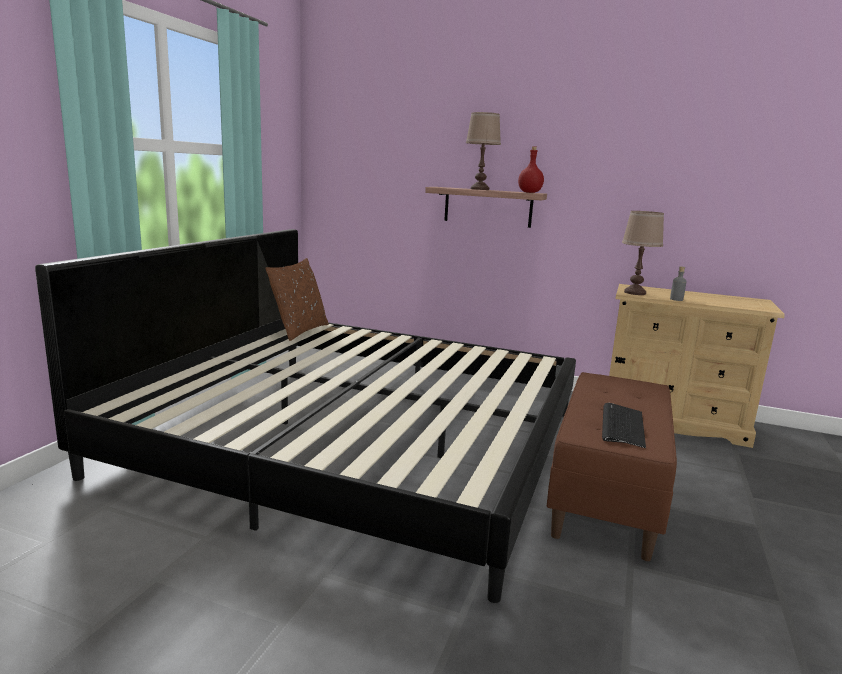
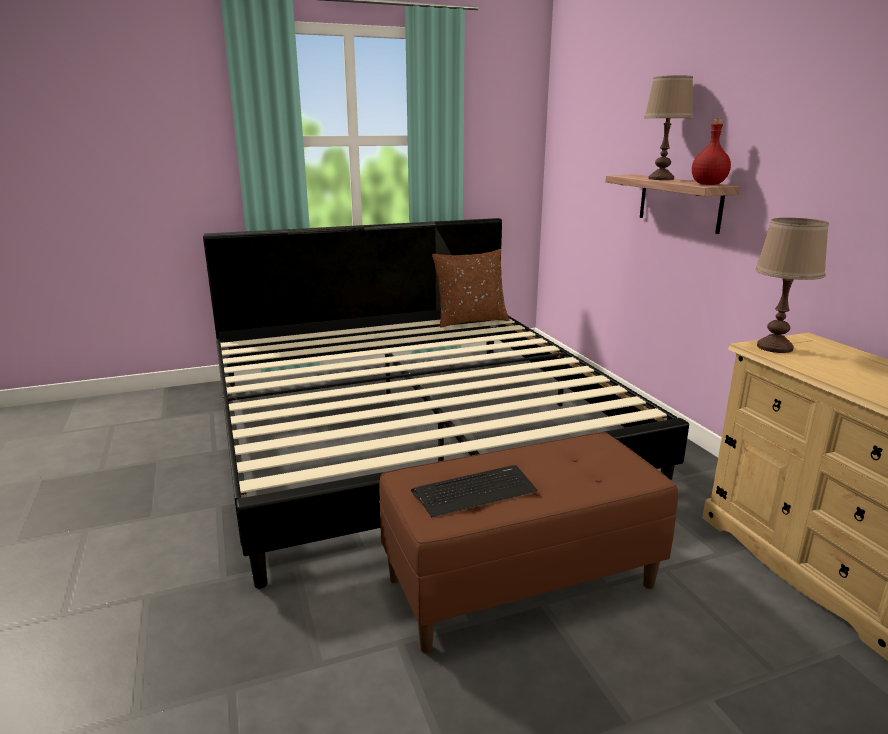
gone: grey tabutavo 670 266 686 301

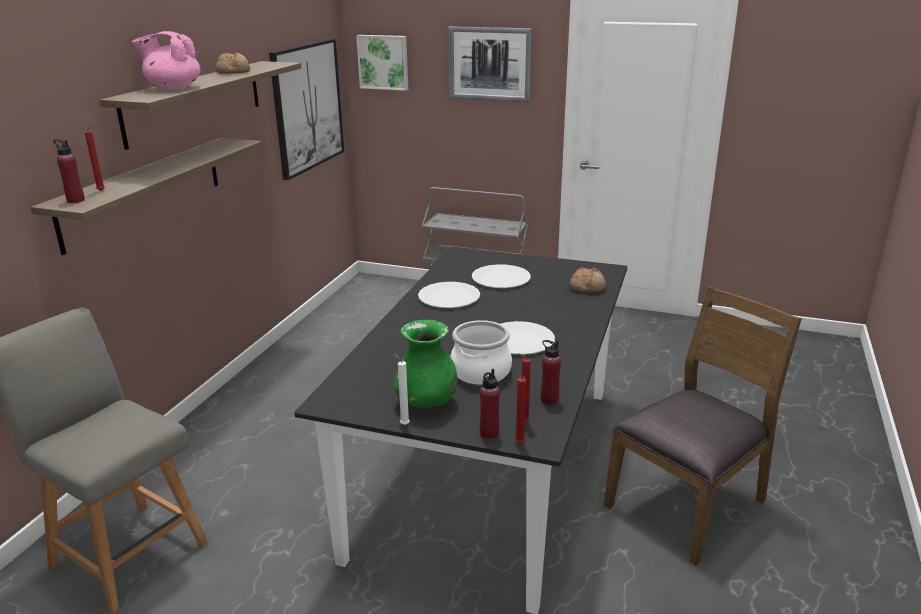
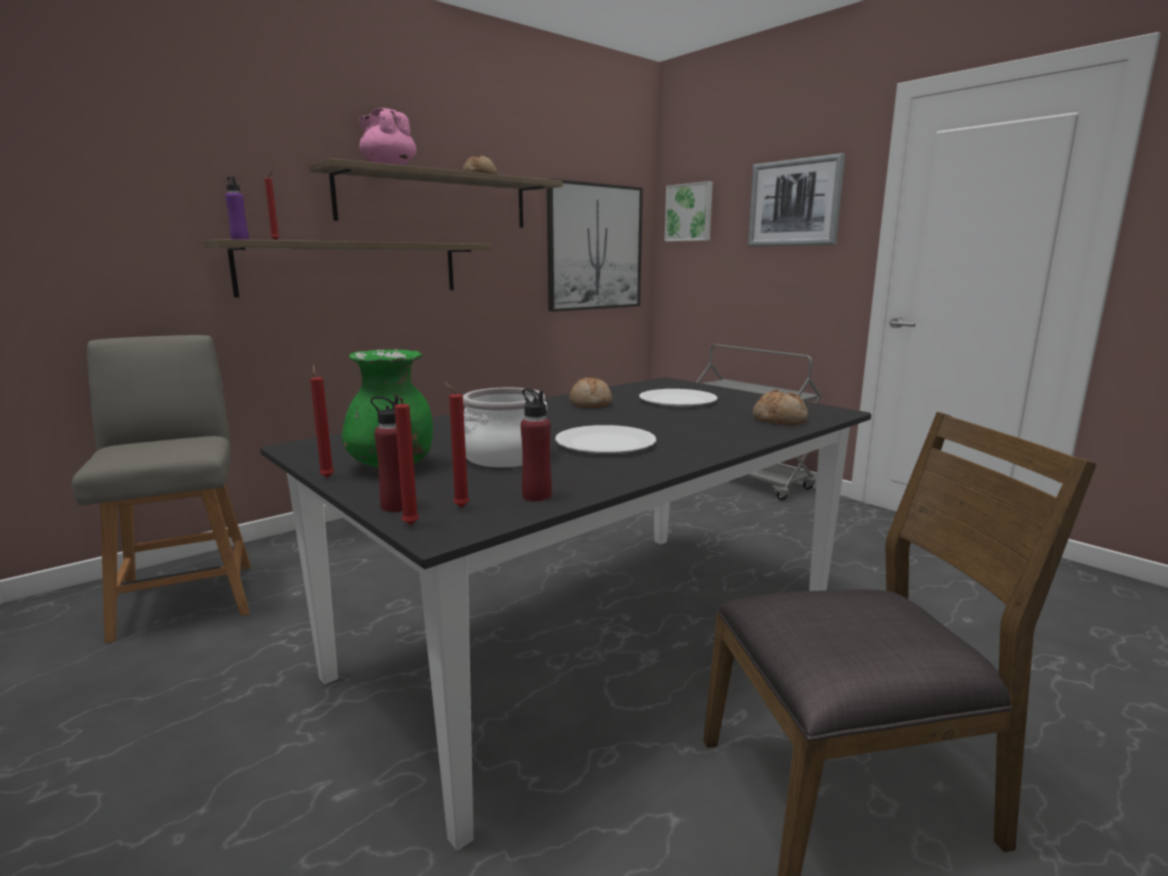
swapped: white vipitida 418 282 480 308 to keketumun 569 377 612 408
repainted: red tabutavo 54 139 85 203 to purple tabutavo 225 176 249 240; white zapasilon 394 354 410 425 to red zapasilon 310 365 334 478

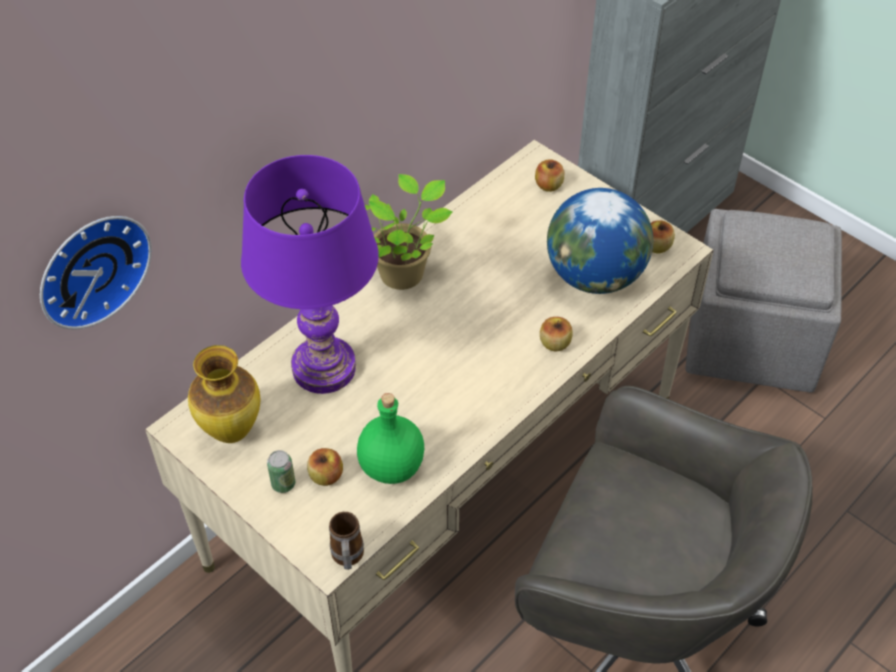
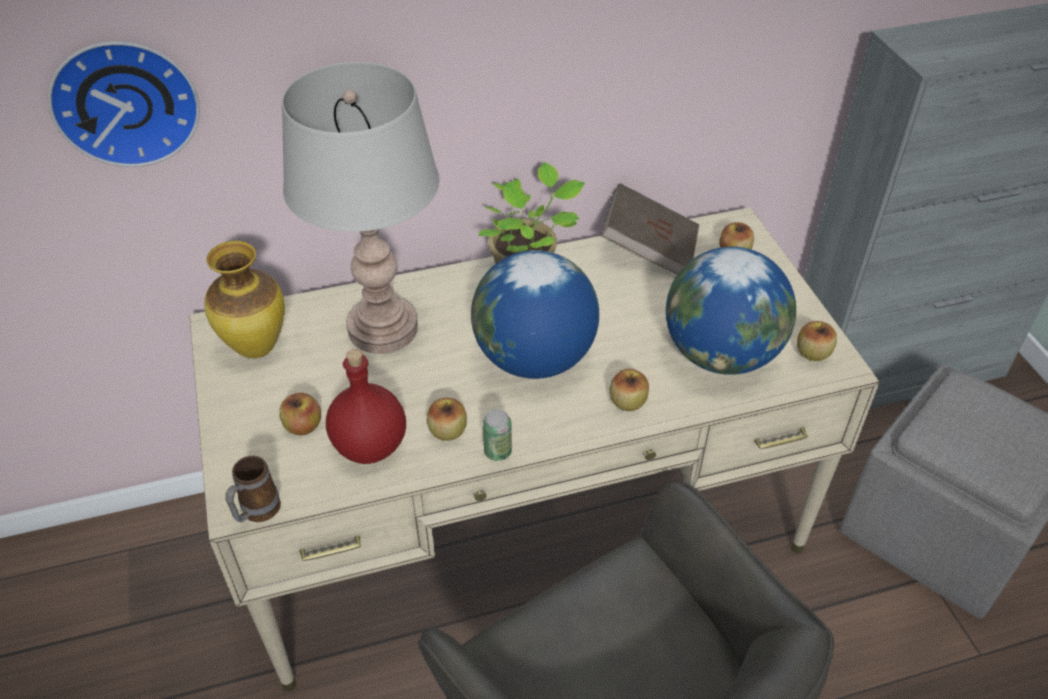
new: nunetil 427 398 467 441; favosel 471 250 599 379; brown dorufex 601 183 699 275
shifted: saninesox 267 450 295 493 to 483 409 512 461
repainted: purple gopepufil 241 155 379 394 to grey gopepufil 282 62 439 354; green tabutavo 357 393 424 484 to red tabutavo 326 349 406 464

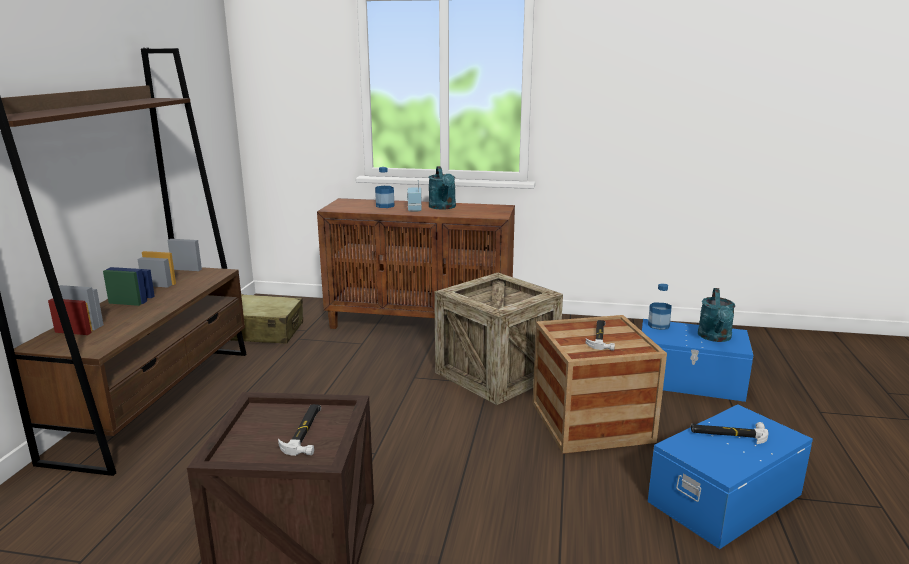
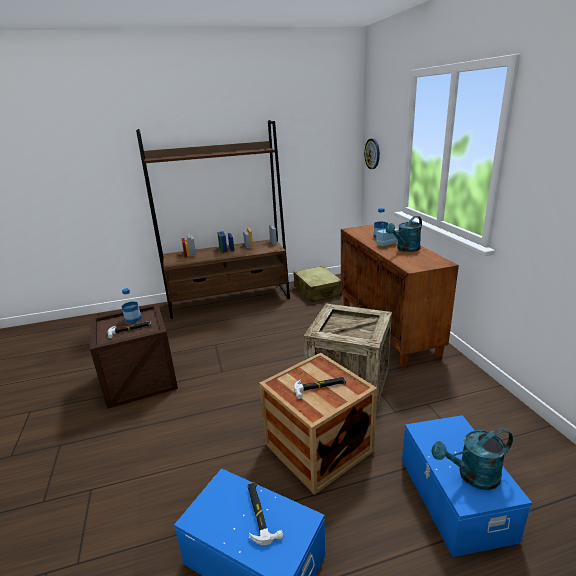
new: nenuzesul 364 138 380 169
shifted: tabutavo 648 283 672 330 to 122 288 142 323

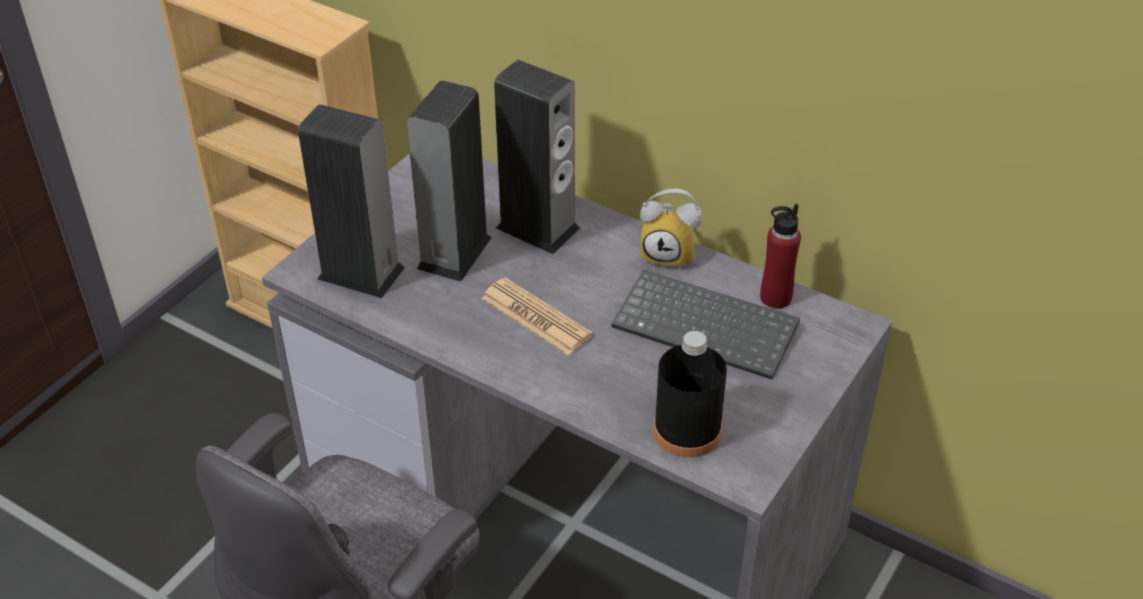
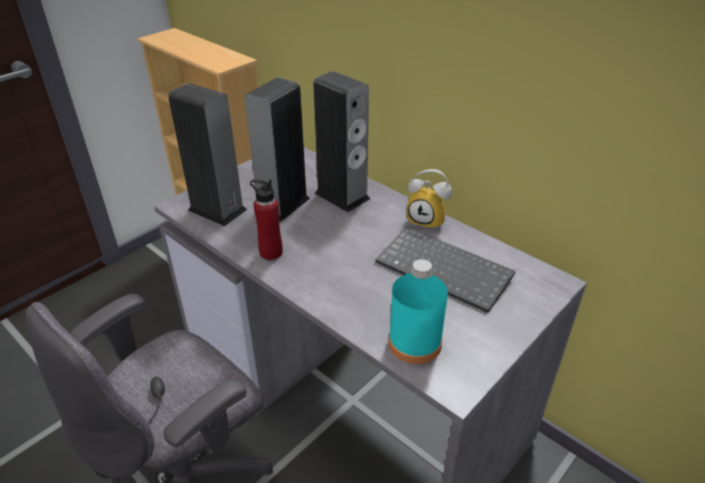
gone: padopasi 481 277 593 355
shifted: red tabutavo 760 204 801 309 to 250 179 283 260
repainted: black tabutavo 653 331 727 458 to turquoise tabutavo 388 259 448 364

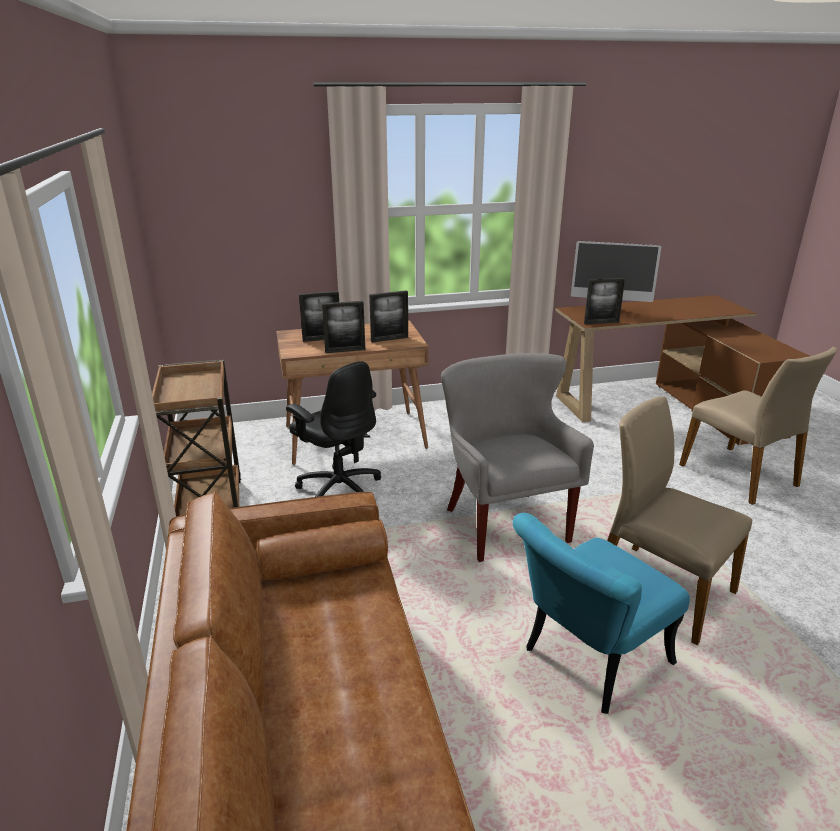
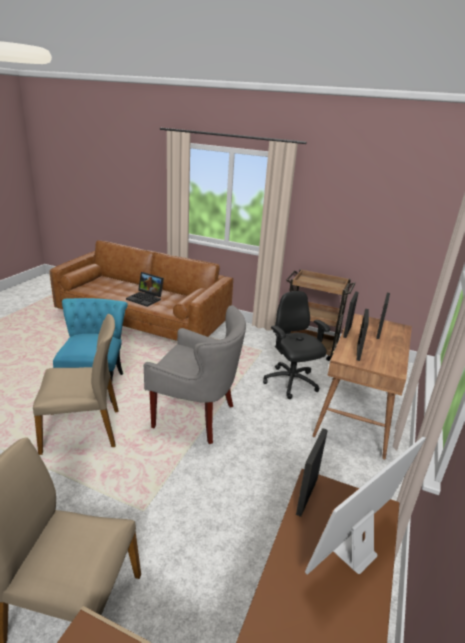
new: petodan 126 272 164 307
rotated: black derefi 286 361 381 497 = 263 291 330 399 75 degrees clockwise

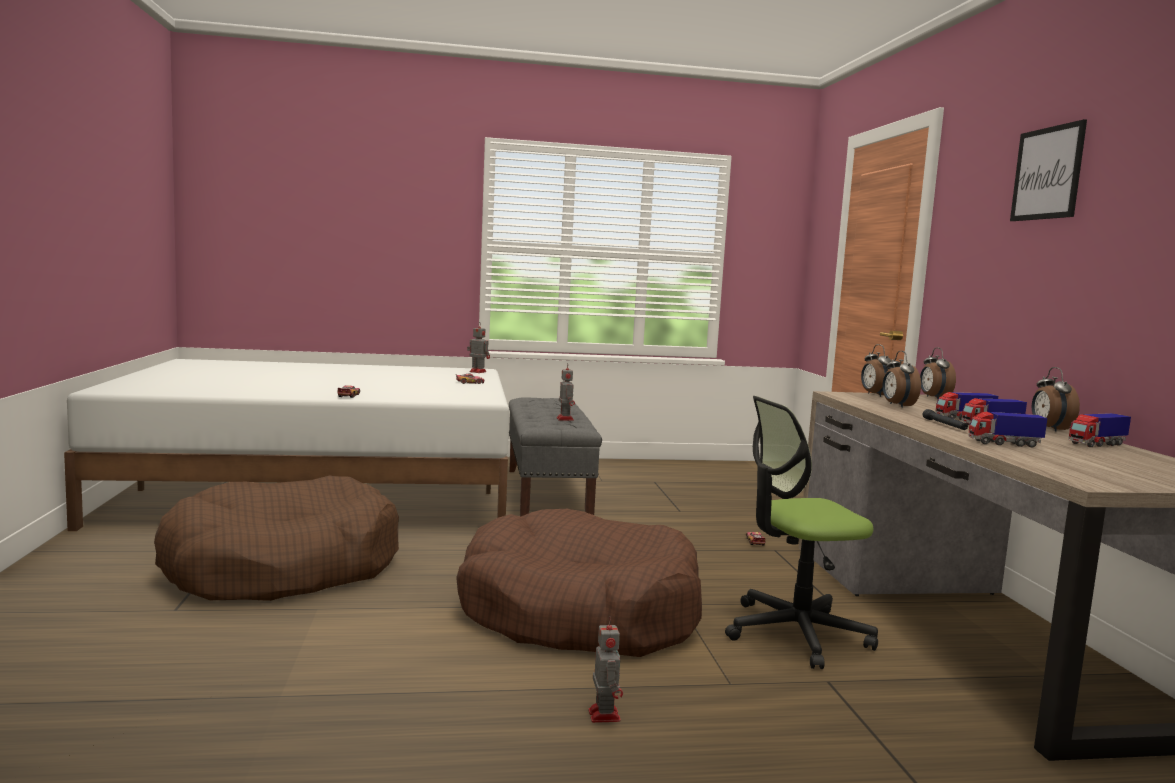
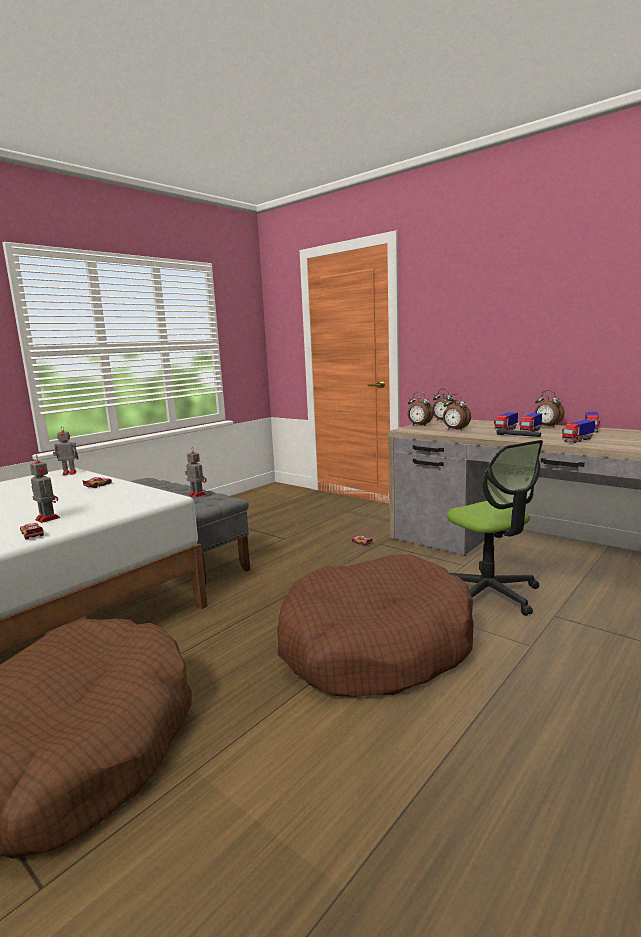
gone: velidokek 1010 119 1087 221
shifted: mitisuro 588 616 623 723 to 30 455 60 523
rotated: derefi 725 396 878 669 = 447 440 543 616 60 degrees counterclockwise

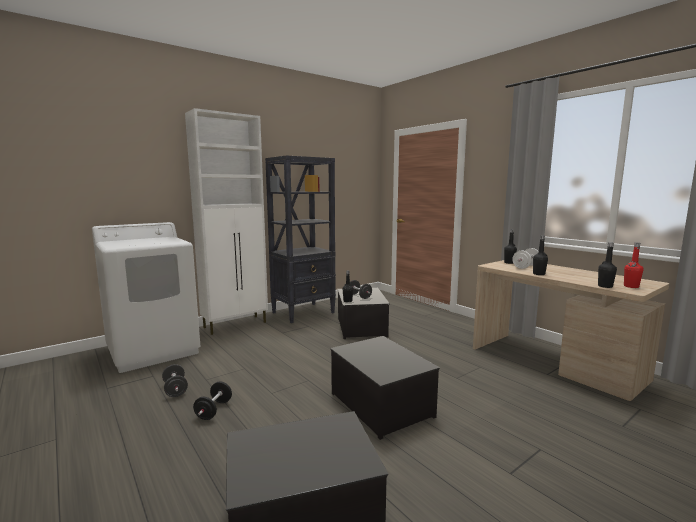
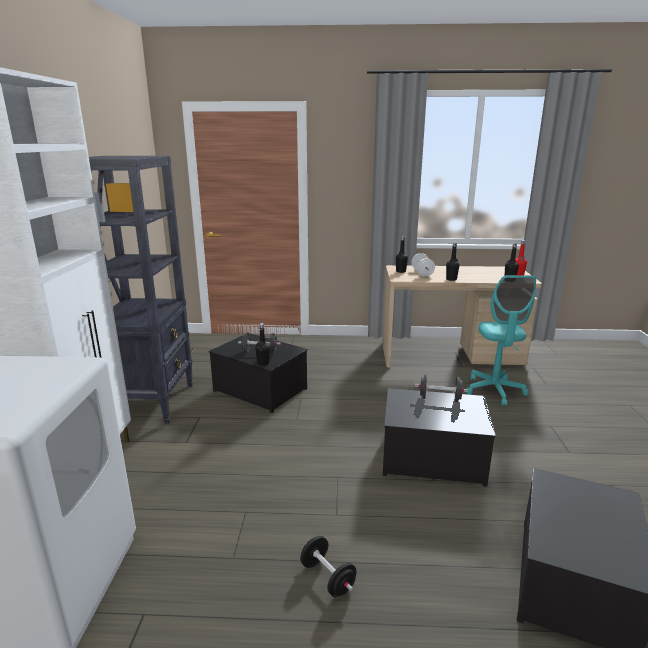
new: turquoise derefi 466 275 536 406
shifted: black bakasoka 162 364 188 397 to 415 374 468 402

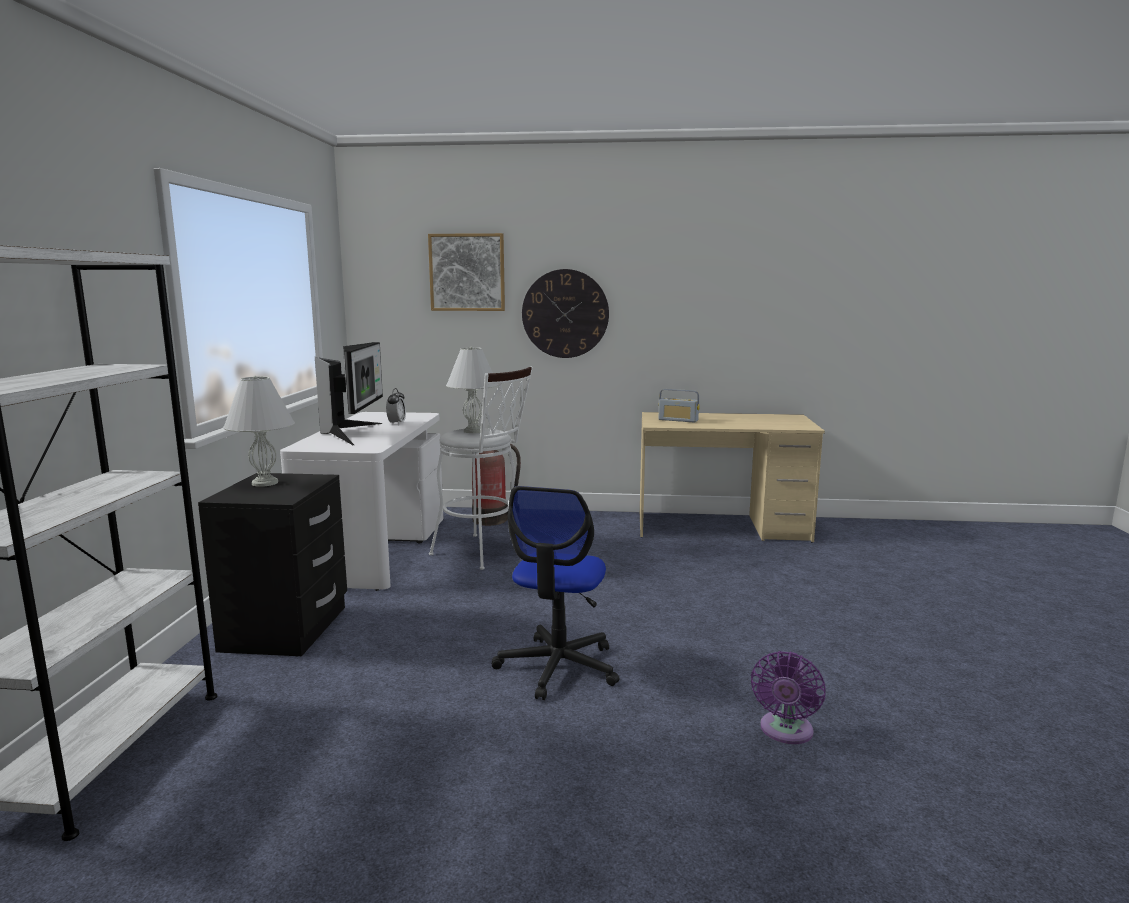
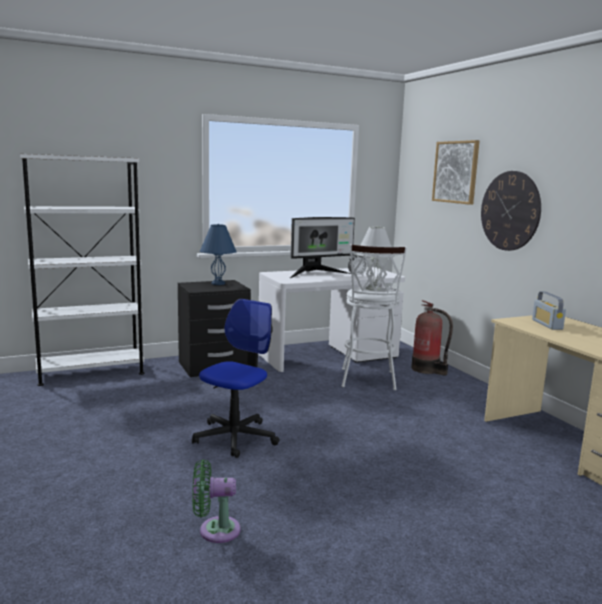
repainted: white gopepufil 223 376 295 487 to blue gopepufil 200 224 237 285; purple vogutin 751 651 826 744 to green vogutin 192 459 241 543
rotated: derefi 491 486 620 700 = 192 299 280 458 135 degrees clockwise

